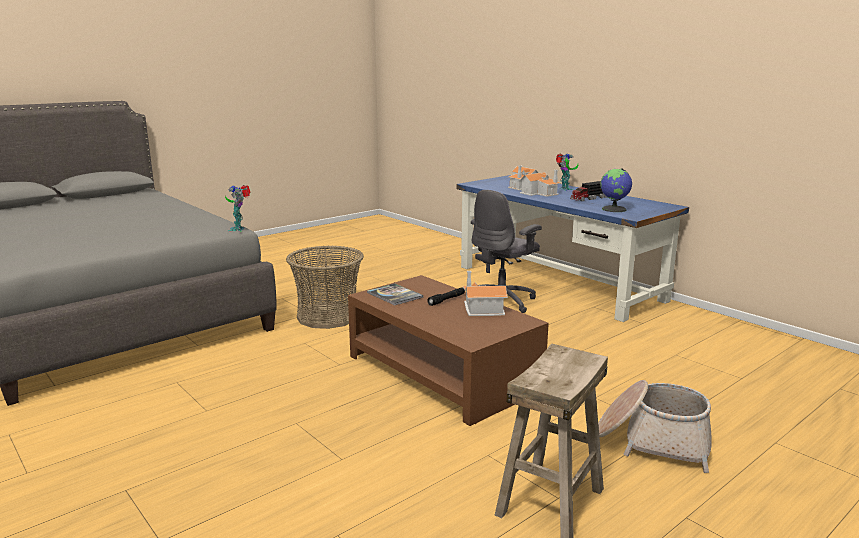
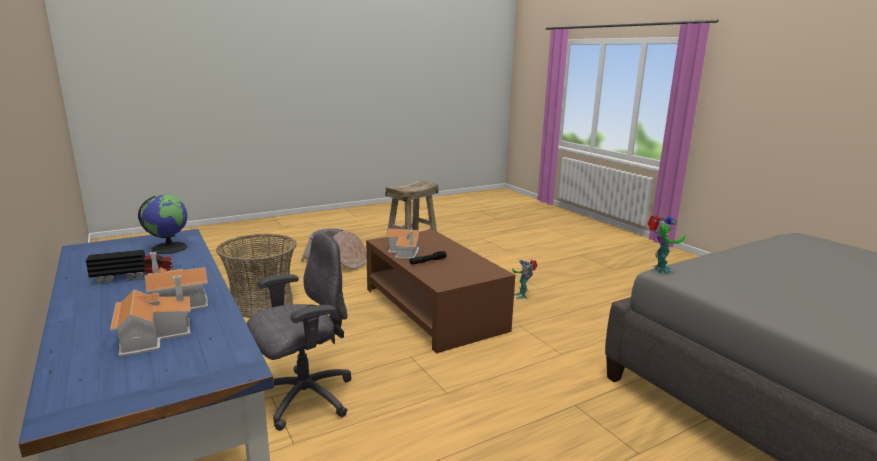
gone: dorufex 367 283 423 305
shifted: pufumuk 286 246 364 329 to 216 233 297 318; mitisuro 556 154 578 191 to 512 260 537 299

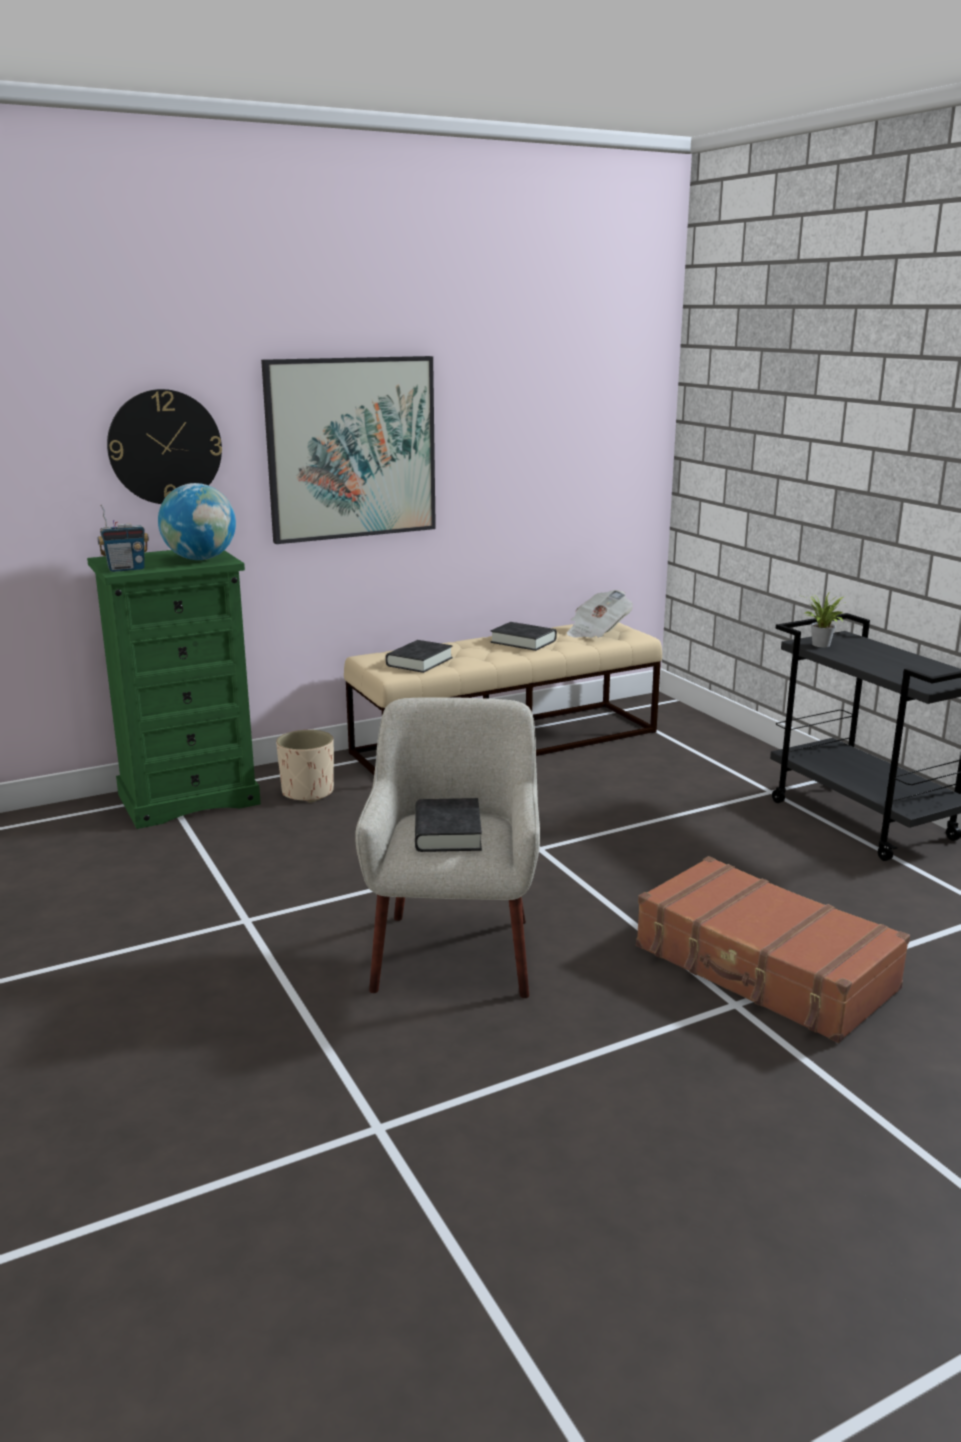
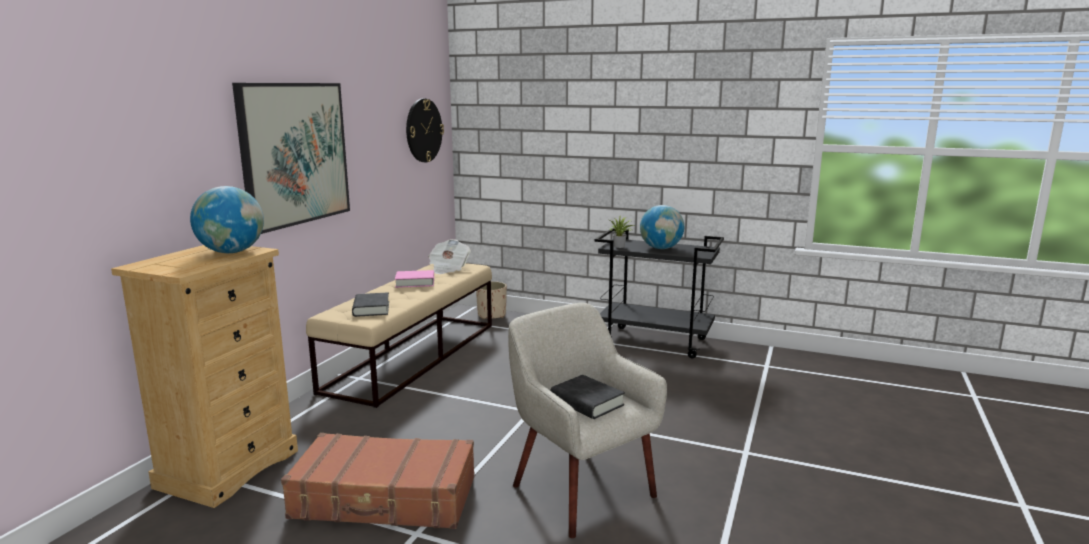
gone: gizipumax 97 504 149 572
new: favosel 640 205 684 249
shifted: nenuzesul 107 389 222 504 to 406 99 444 162; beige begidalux 276 730 334 803 to 476 281 507 319; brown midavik 636 856 910 1043 to 281 433 475 529
repainted: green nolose 87 550 261 829 to beige nolose 111 245 298 508; black dorufex 490 622 557 651 to pink dorufex 395 270 434 288

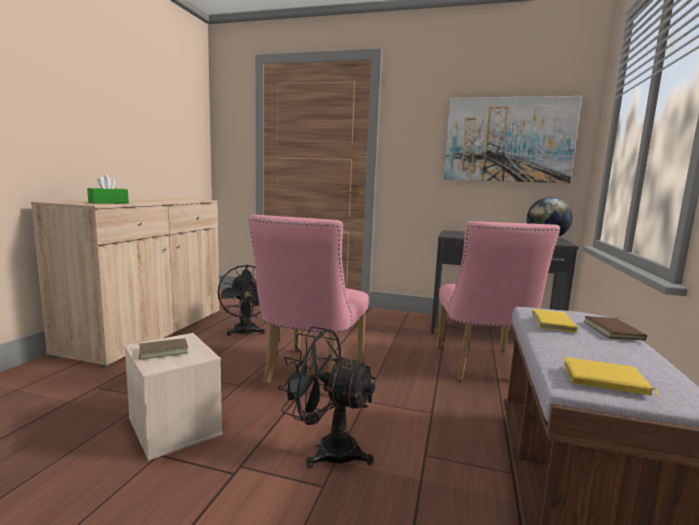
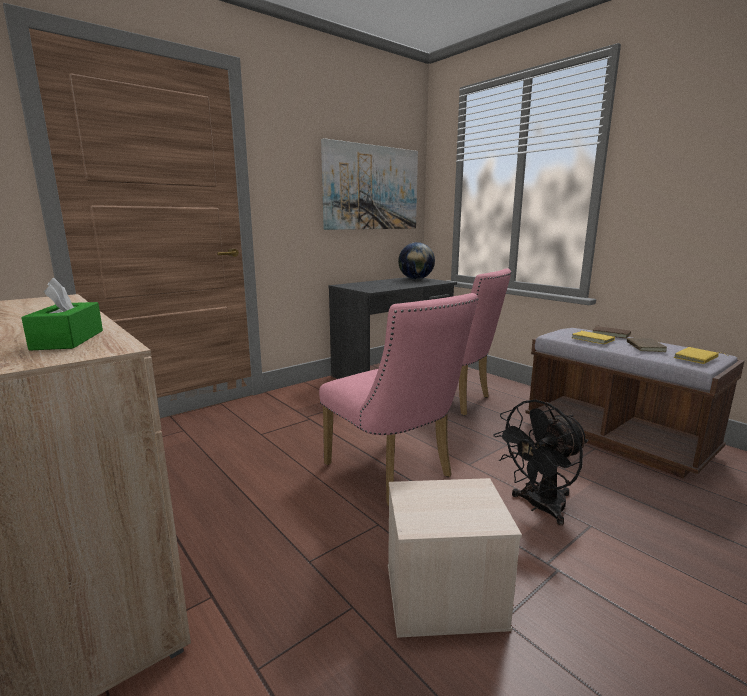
gone: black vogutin 218 265 265 336
shifted: brown dorufex 138 338 188 359 to 627 338 667 352

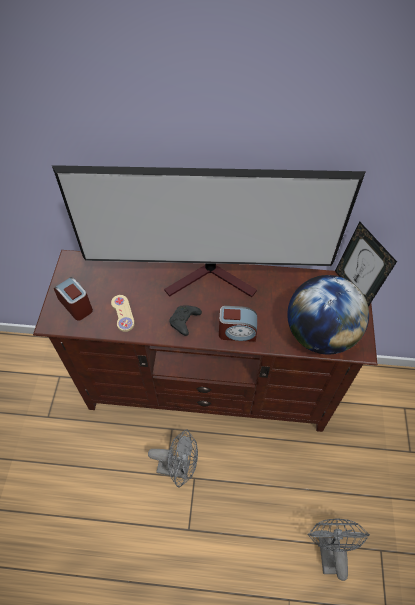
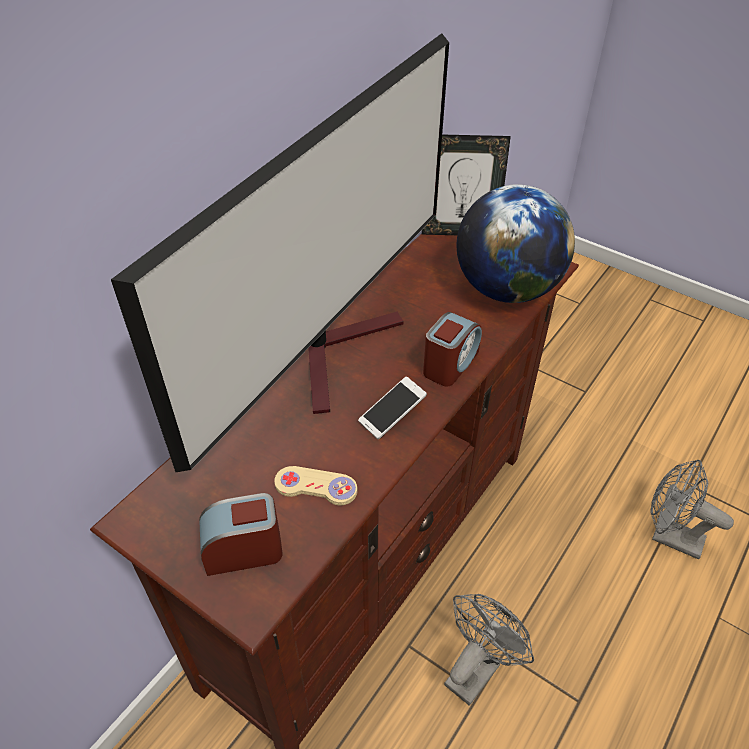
swapped: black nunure 169 306 202 336 to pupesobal 358 376 427 439

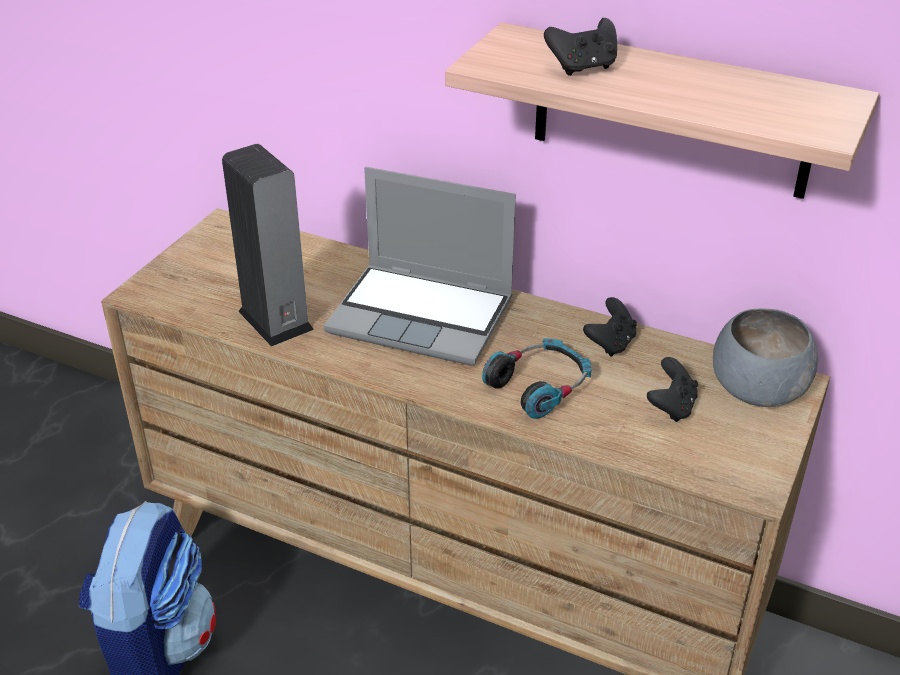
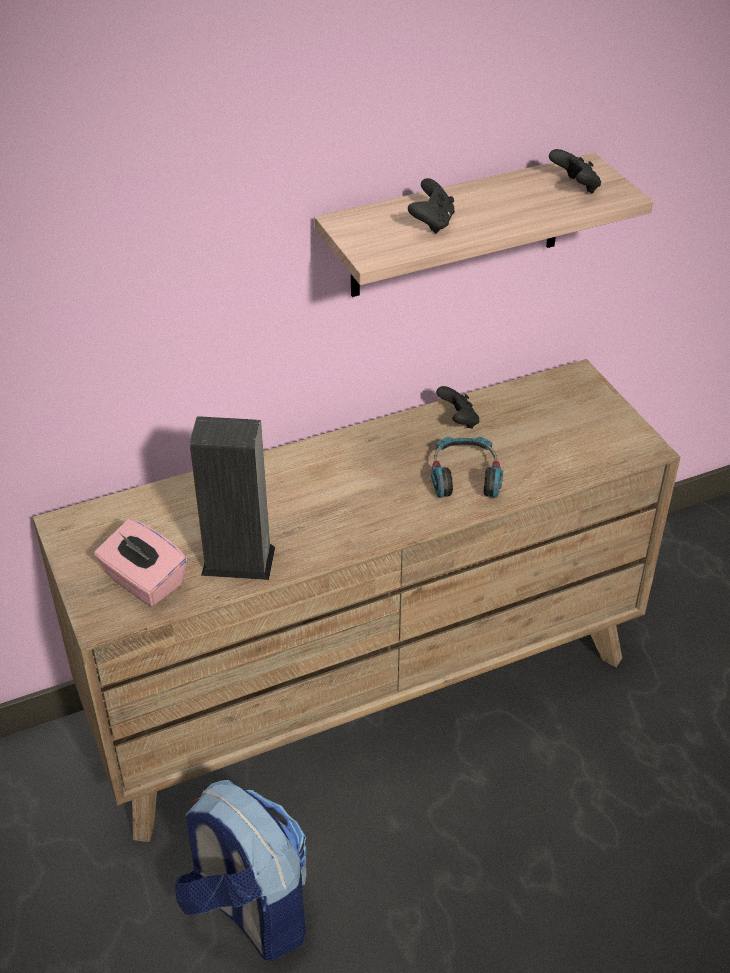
gone: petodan 324 167 516 366; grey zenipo 713 308 818 407
new: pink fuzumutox 94 519 187 607
shifted: black nunure 647 357 698 422 to 549 149 601 193

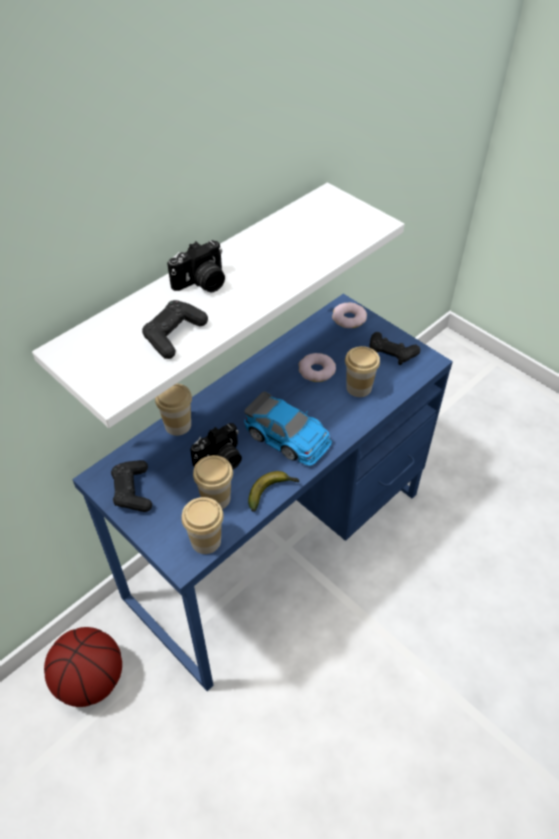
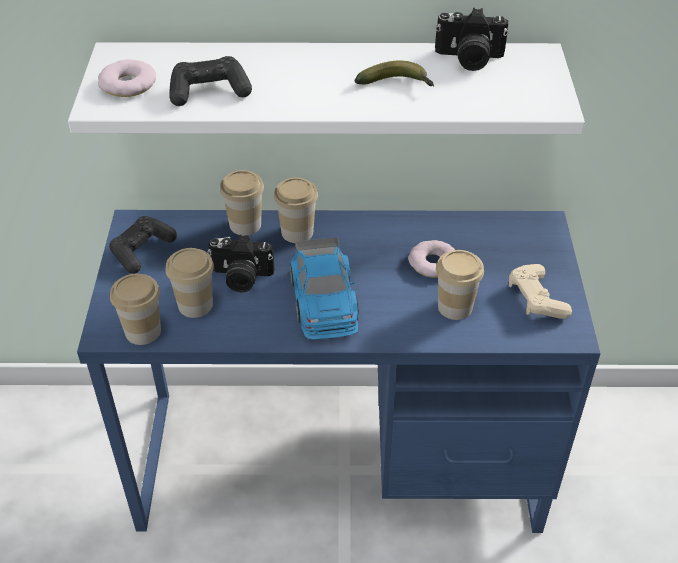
gone: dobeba 44 627 122 707
new: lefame 274 177 318 243
shifted: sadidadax 167 240 225 292 to 435 8 508 71; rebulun 248 471 300 512 to 354 61 434 86; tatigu 332 302 367 328 to 98 59 156 97
repainted: black nunure 370 332 420 365 to beige nunure 509 264 572 319

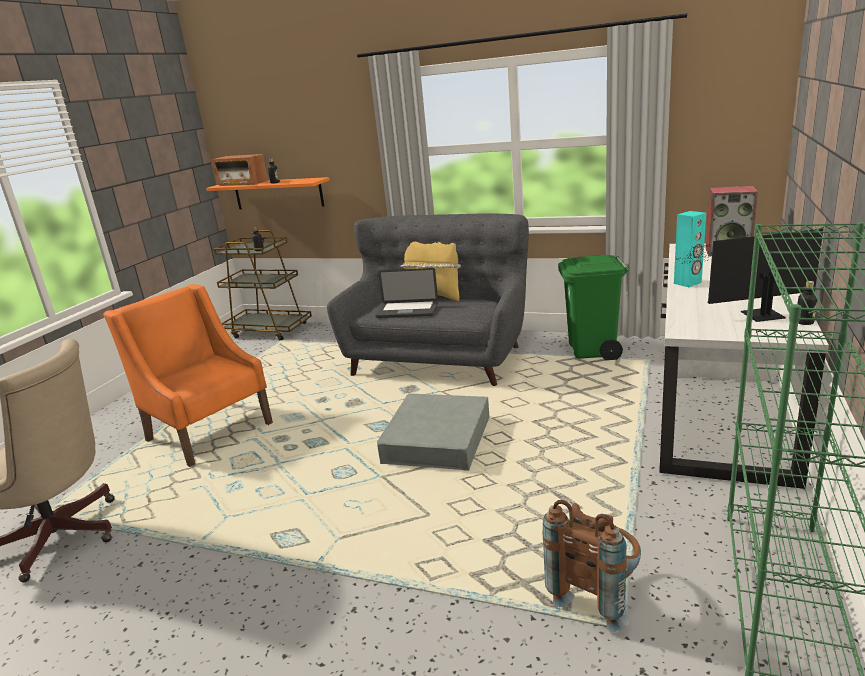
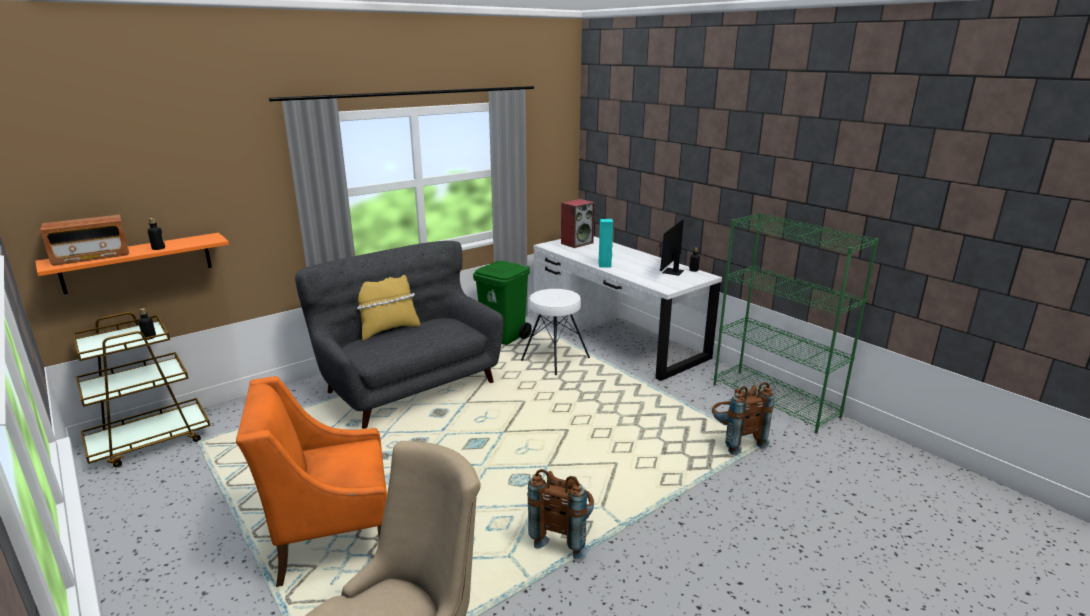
gone: petodan 375 268 438 318; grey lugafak 377 393 490 471
new: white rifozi 521 289 590 375; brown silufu 527 469 594 559

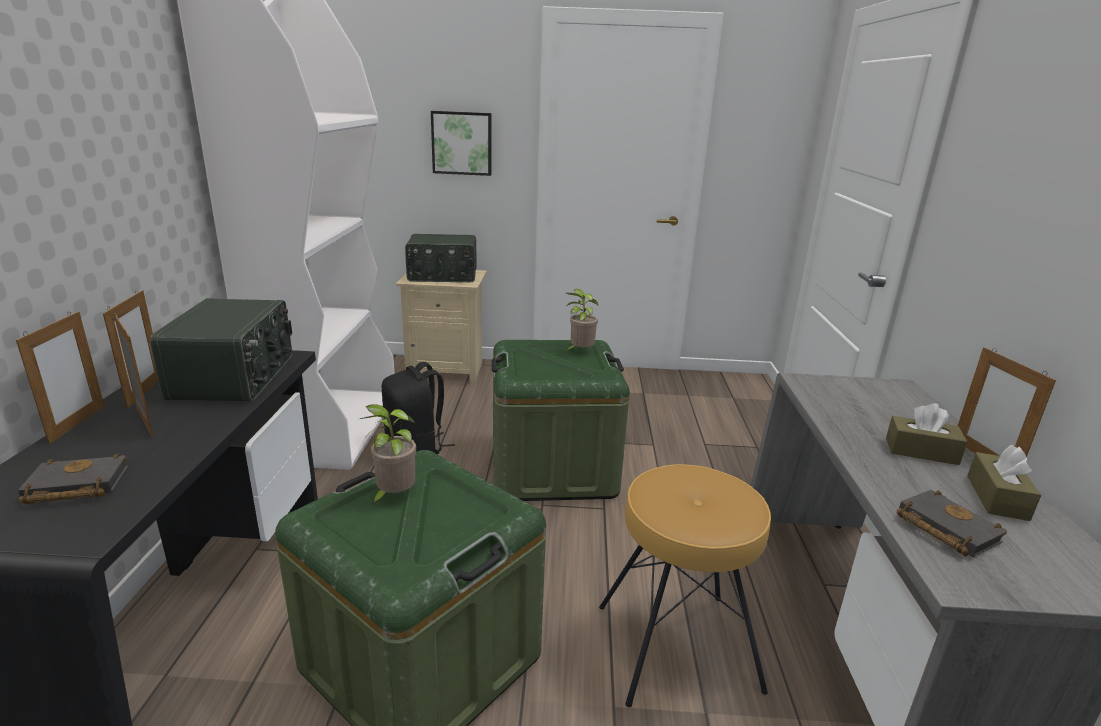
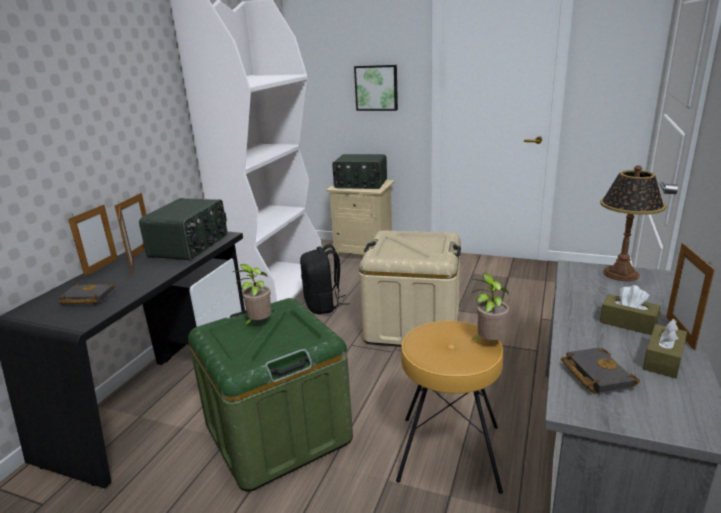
new: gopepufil 601 165 666 281
shifted: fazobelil 565 289 598 351 to 472 273 509 340
repainted: green lugafak 491 340 630 501 to beige lugafak 359 230 461 347

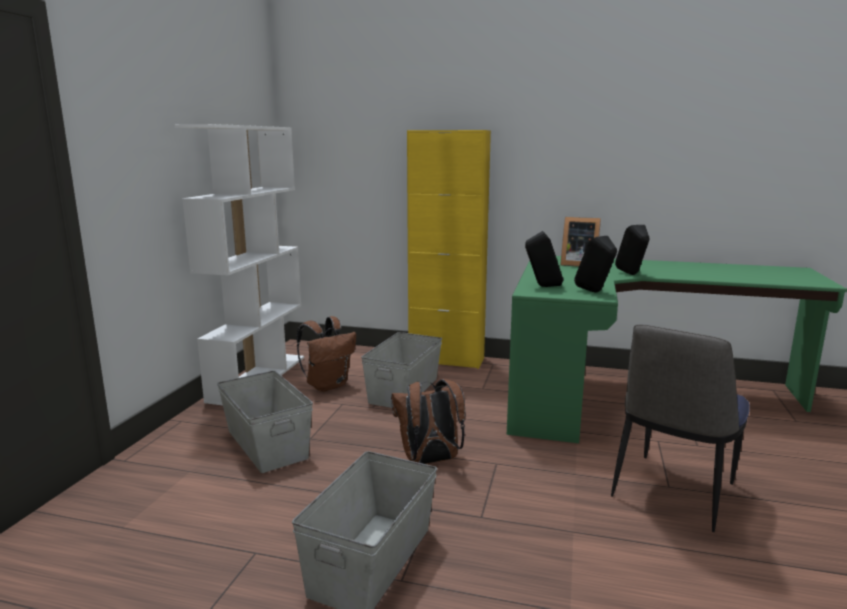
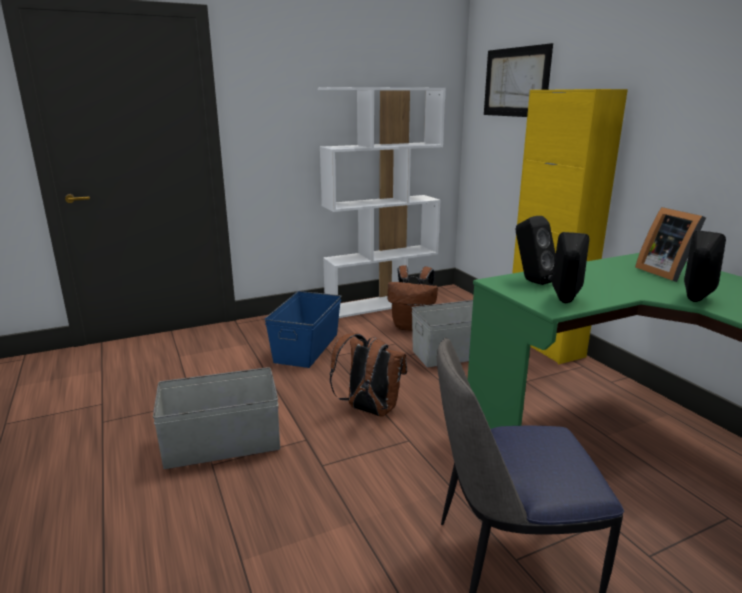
new: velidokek 484 43 553 117
repainted: grey lugafak 217 371 313 473 to blue lugafak 265 291 341 368

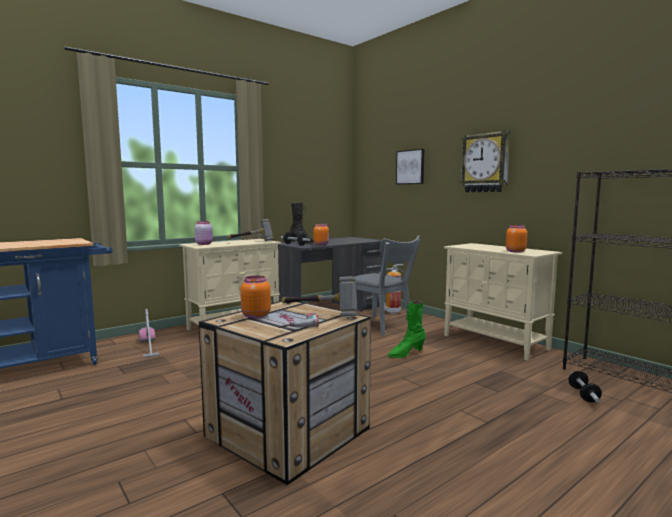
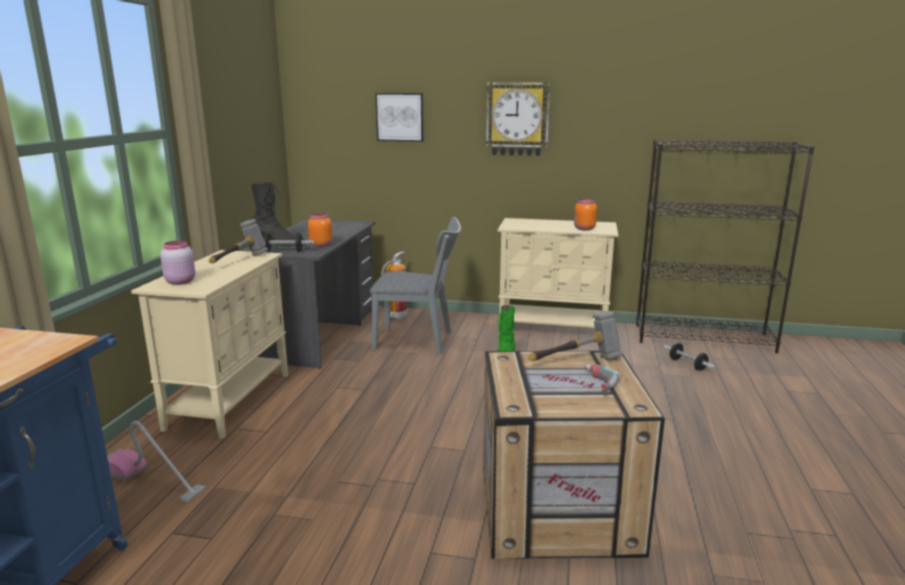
gone: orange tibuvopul 240 276 271 319

